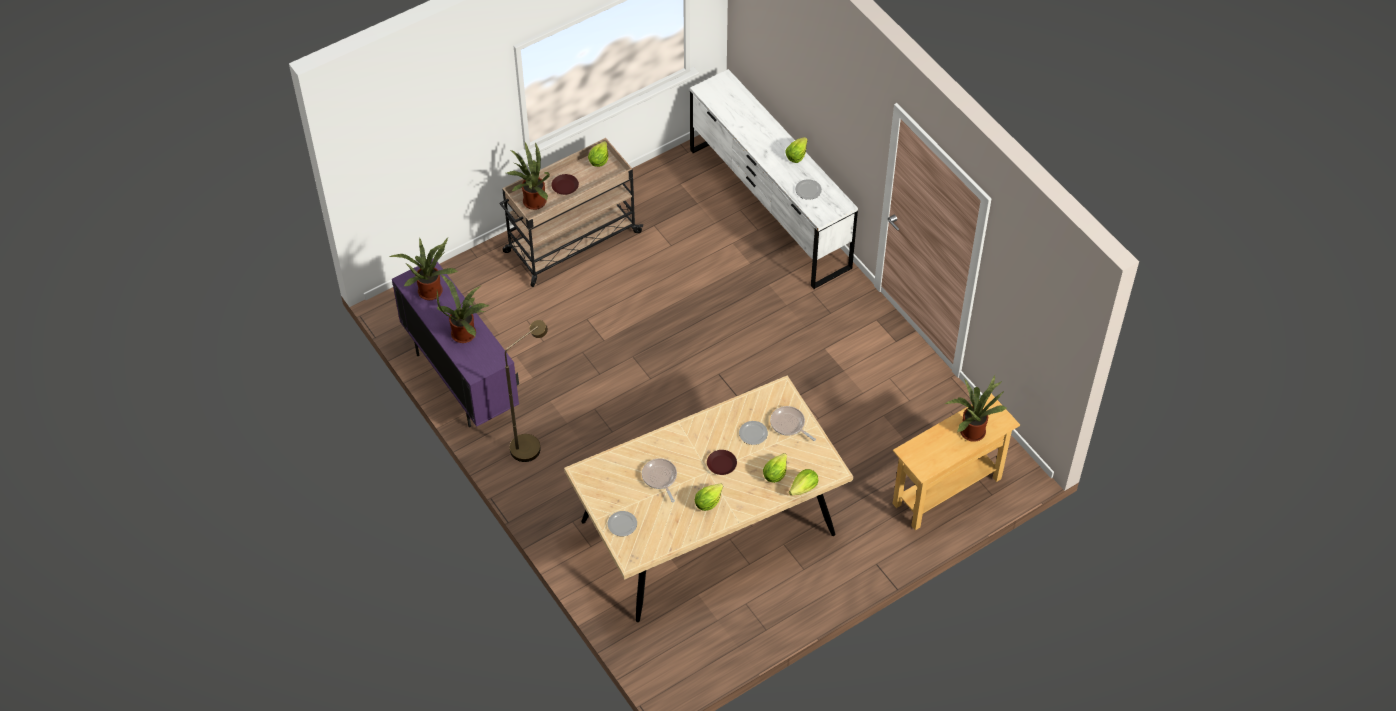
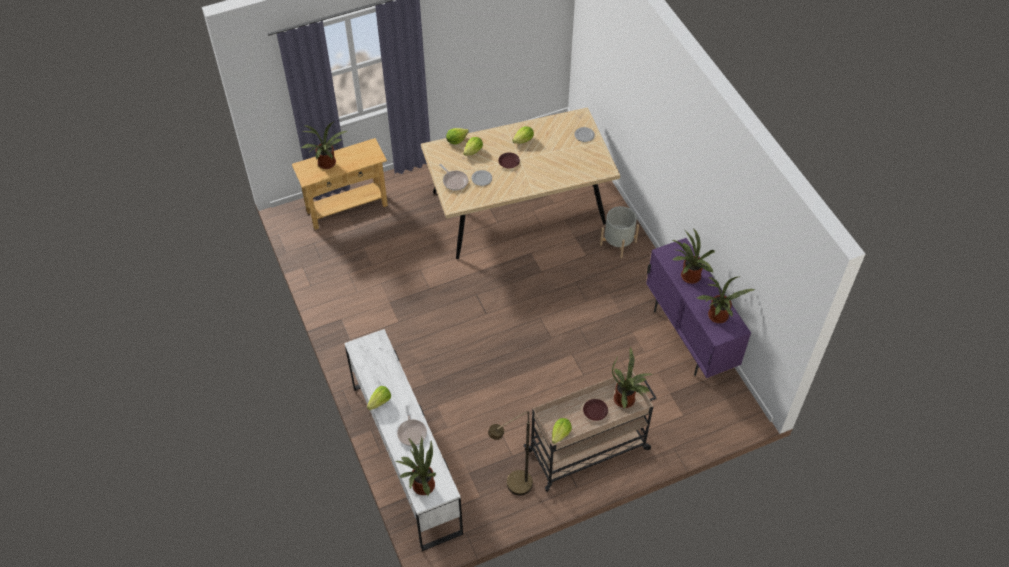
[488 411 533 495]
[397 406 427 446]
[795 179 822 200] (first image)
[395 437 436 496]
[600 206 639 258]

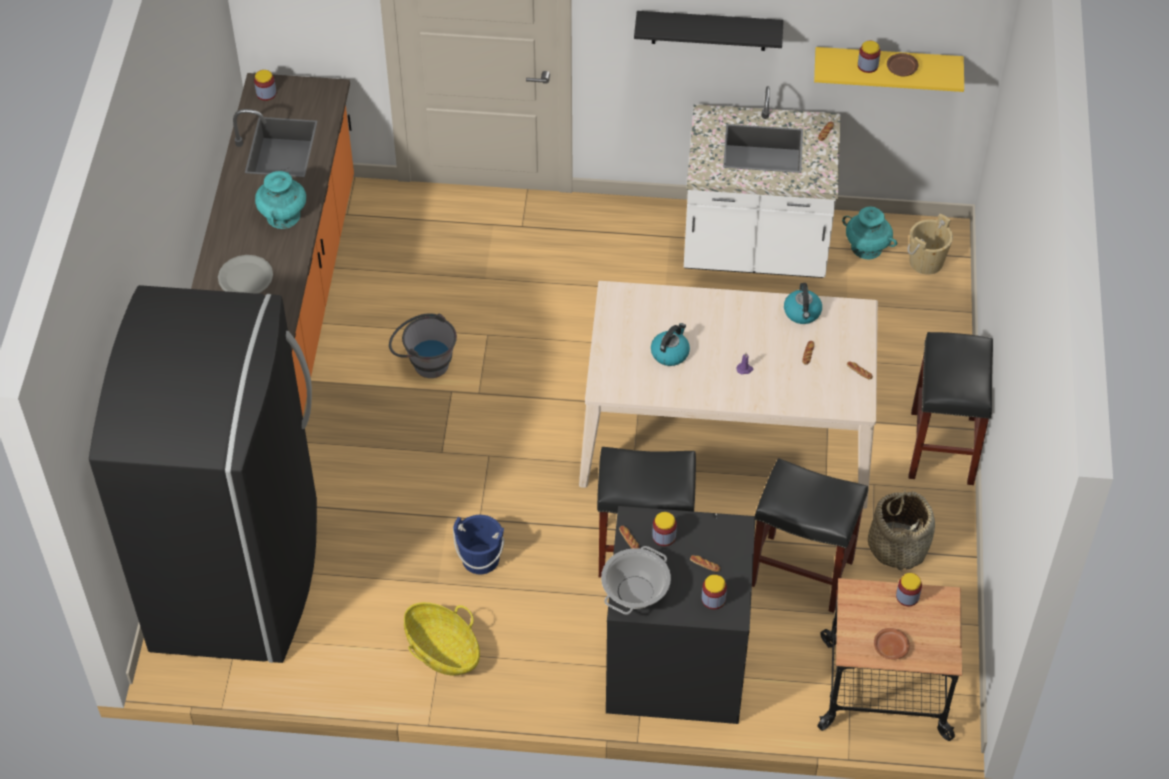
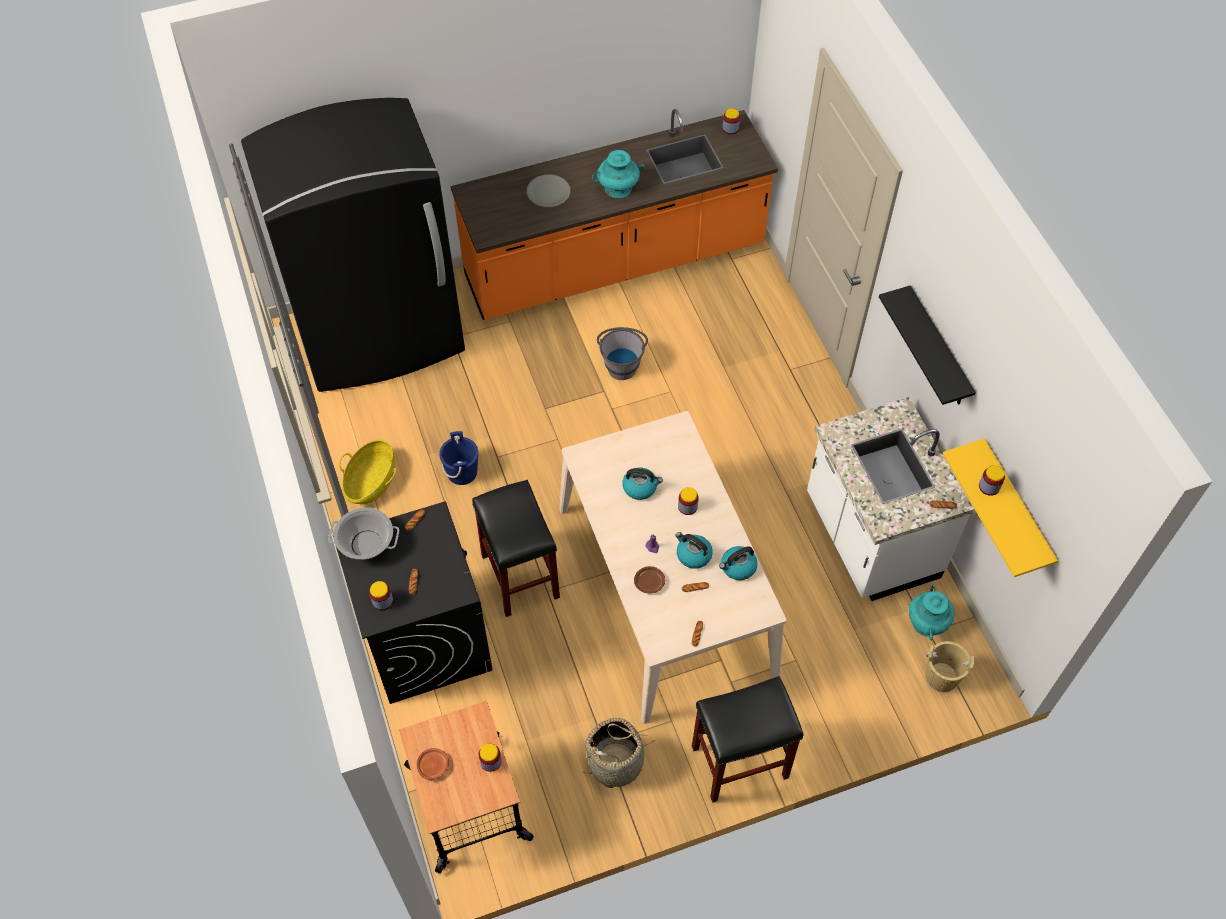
[678 487 699 515]
[752 458 868 613] (first image)
[634 566 665 594]
[675 532 713 569]

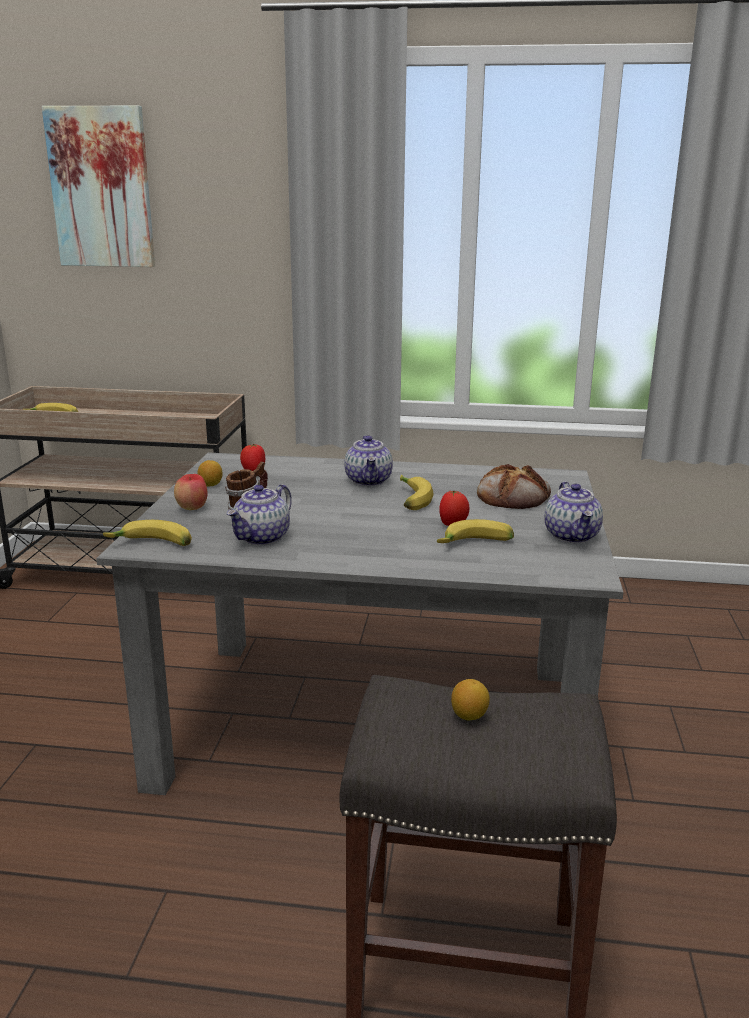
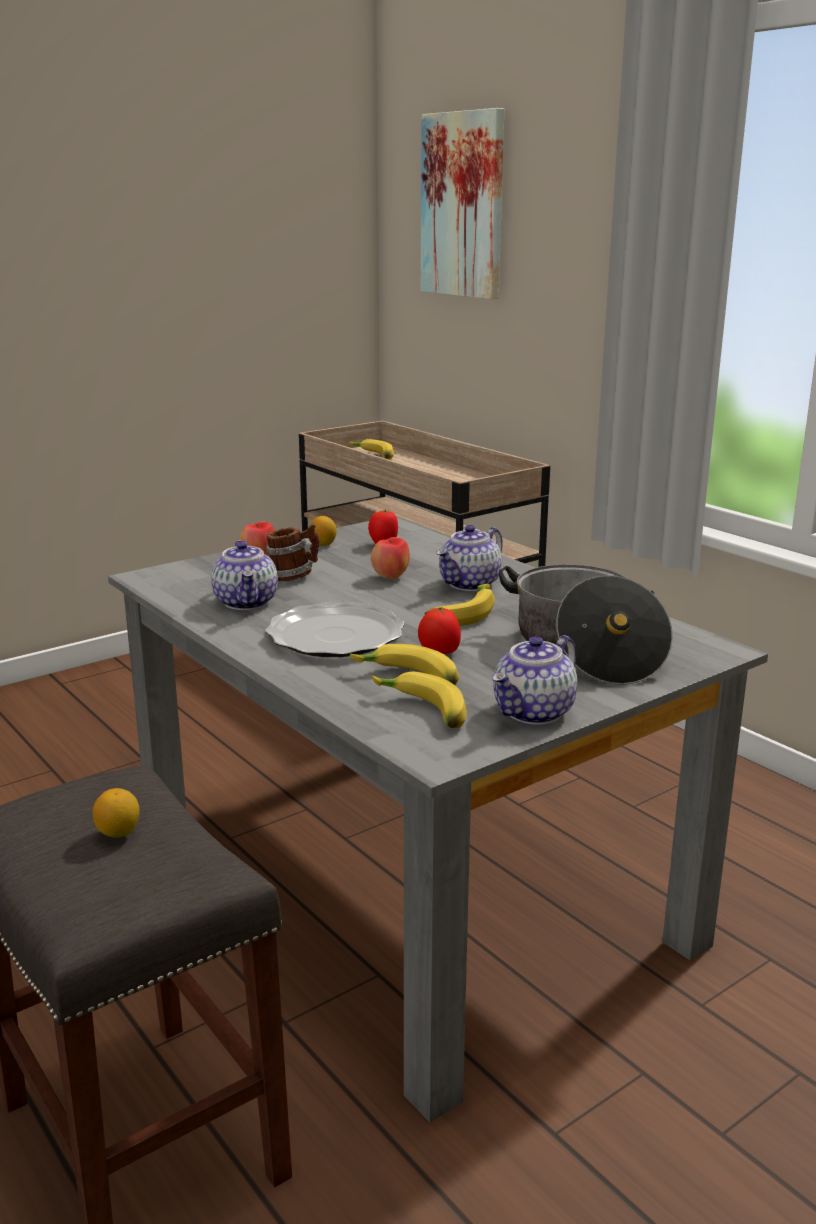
[372 672 467 728]
[211 541 278 610]
[499 564 673 685]
[265 602 405 657]
[371 537 410 579]

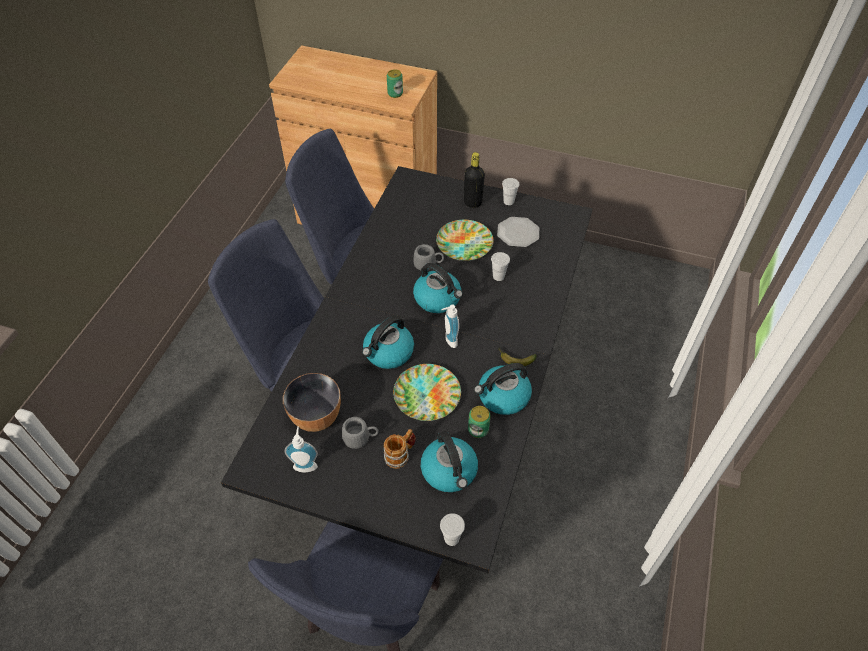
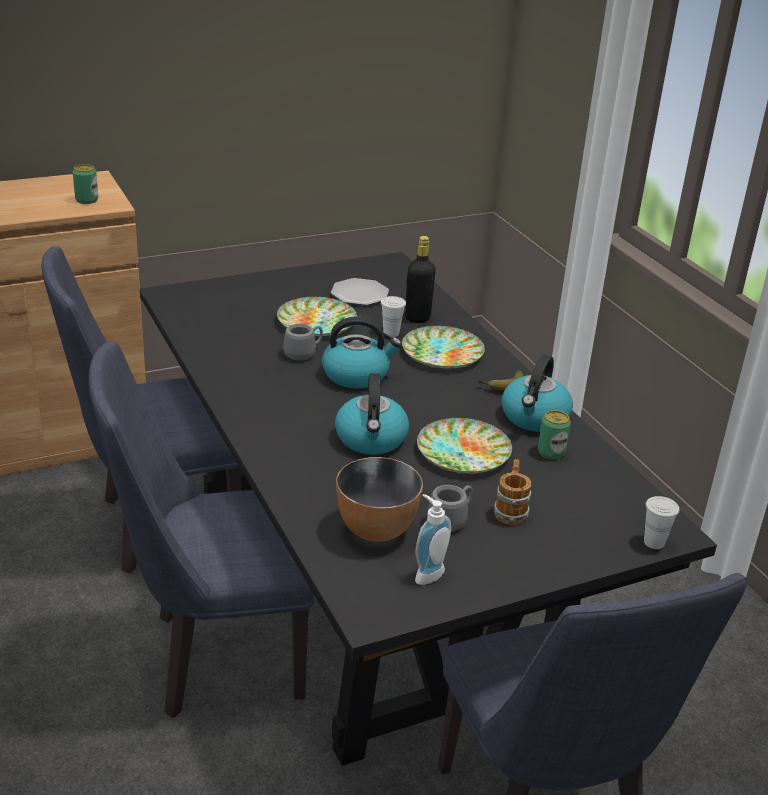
[421 431 478 492] (first image)
[441 305 459 348] (first image)
[405 236 436 323]
[502 178 520 205] (first image)
[402 326 485 368]

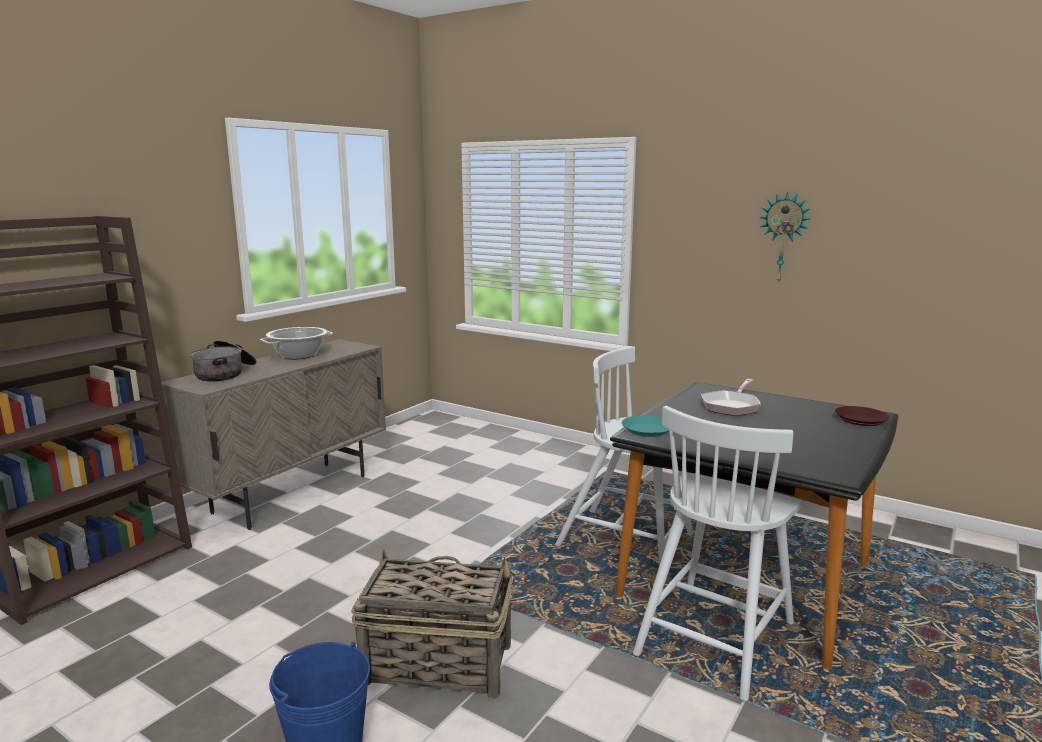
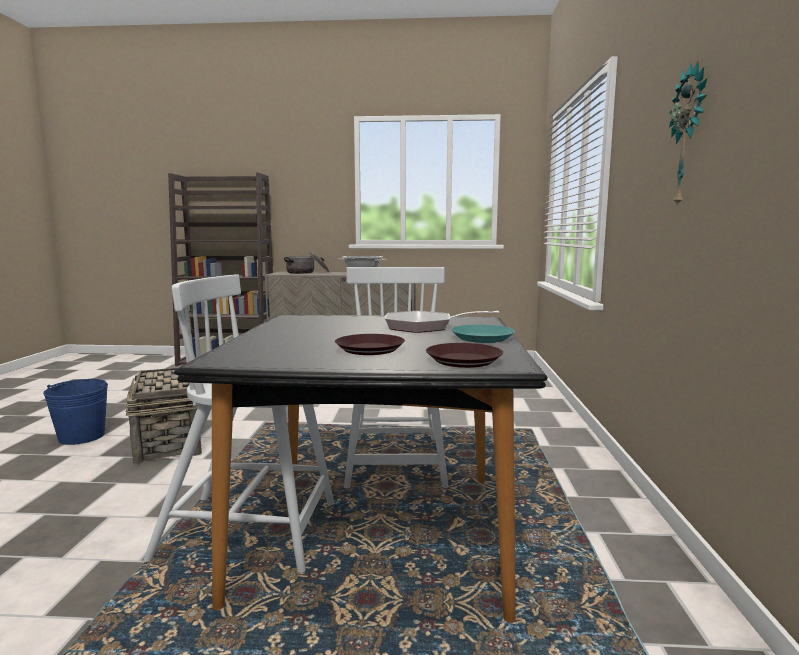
[451 325 515 343]
[335 334 405 355]

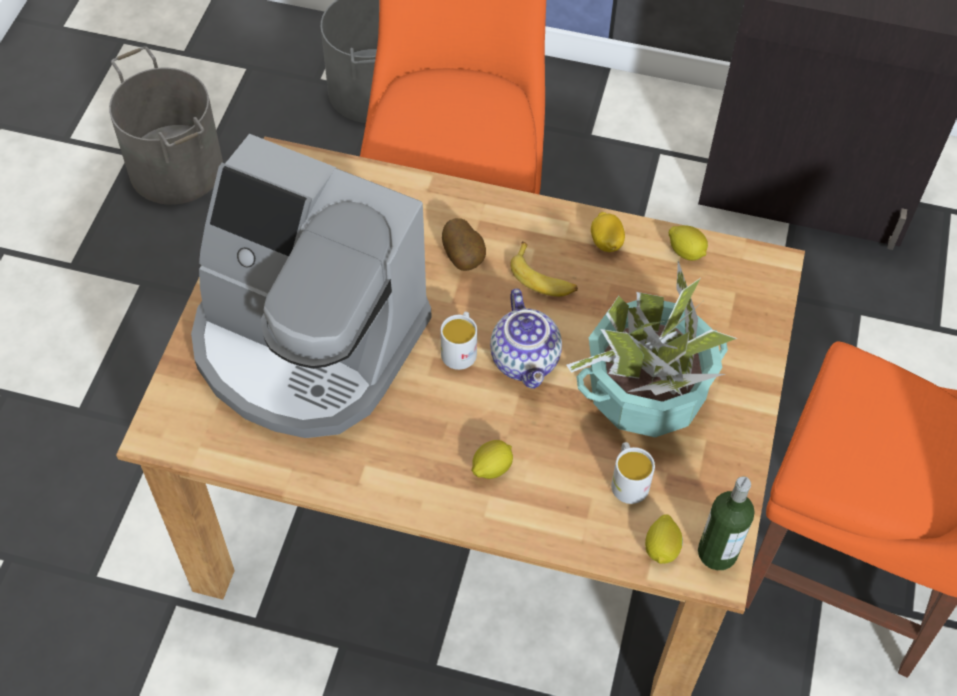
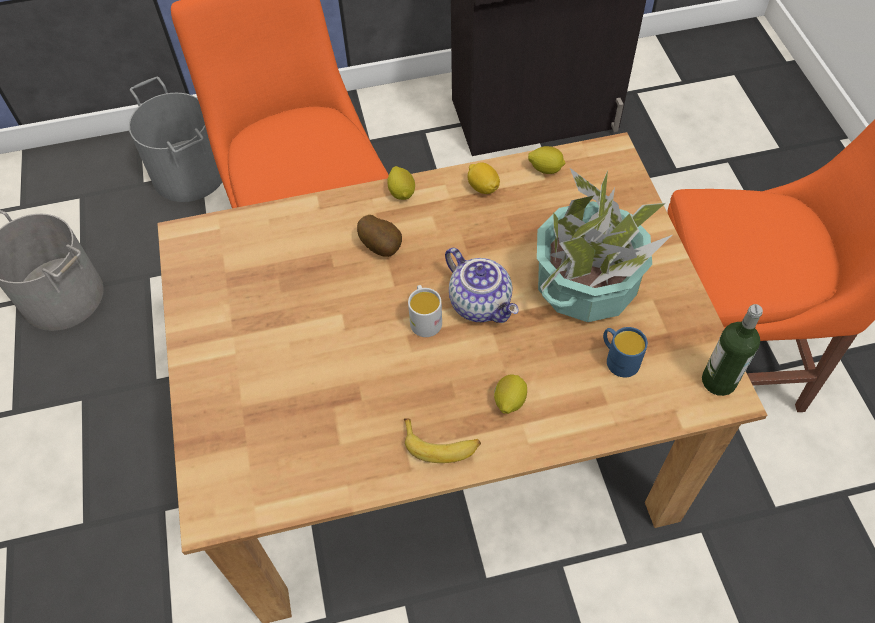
[191 134 432 438] (first image)
[404 418 481 463]
[603 327 648 377]
[387 166 415 200]

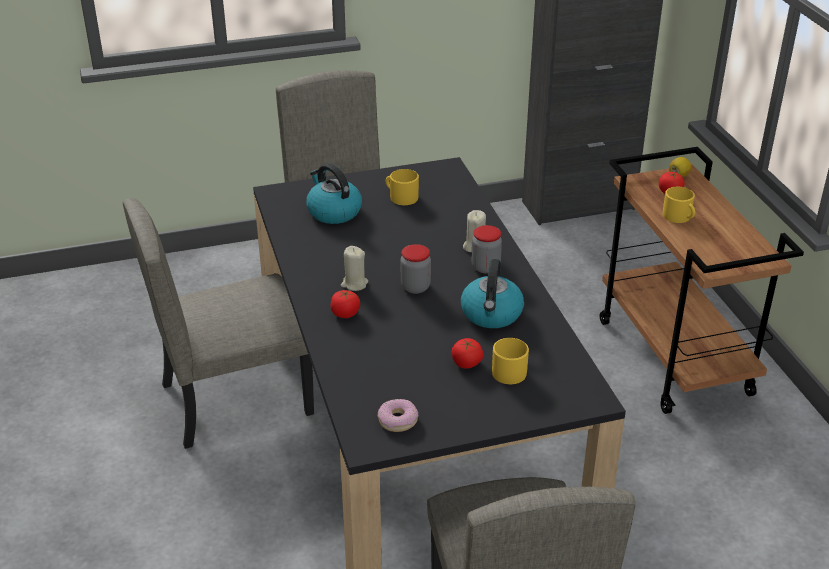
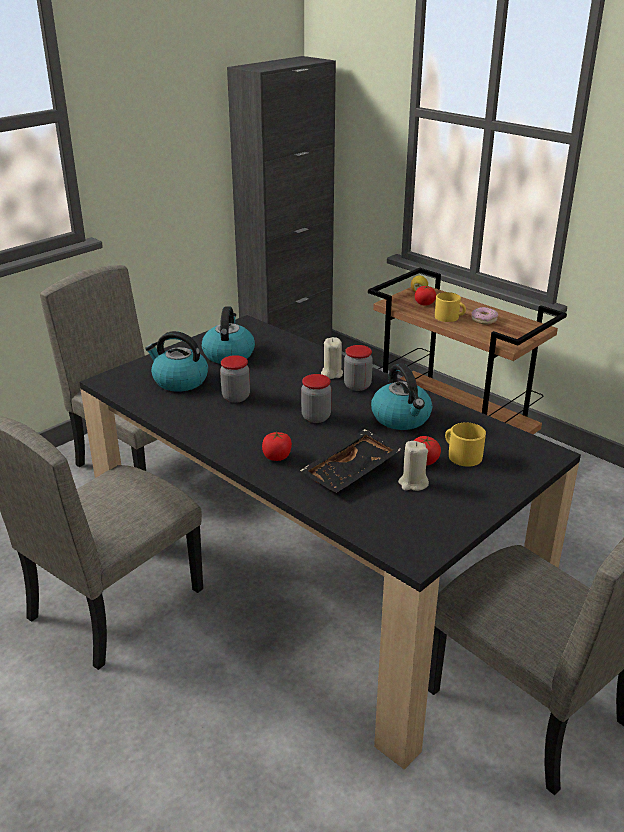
[398 441 429 491]
[471 307 498 324]
[202 306 255 364]
[220 355 250 403]
[300 429 401 493]

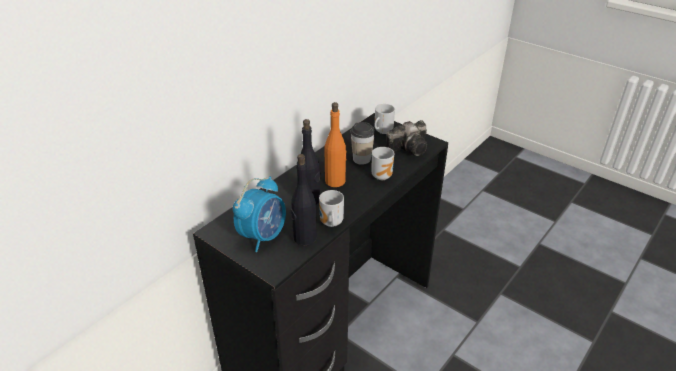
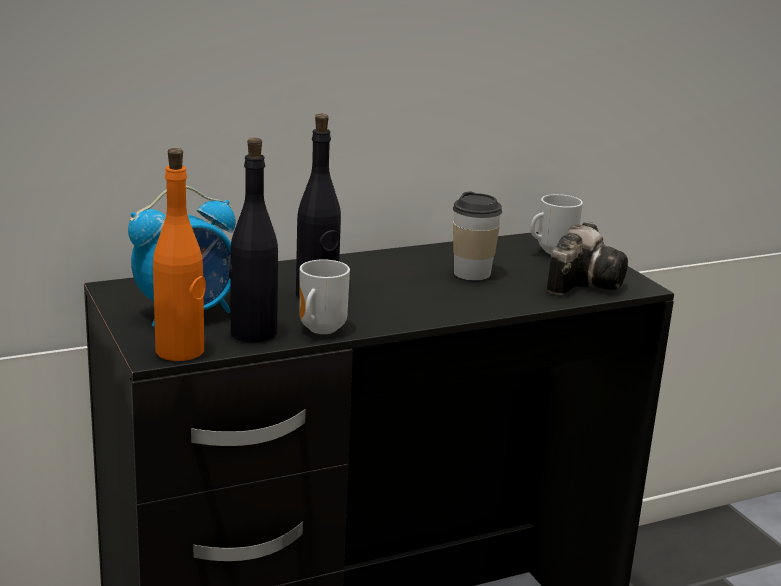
[153 148 206 361]
[371 147 394 180] (first image)
[547 222 628 295]

